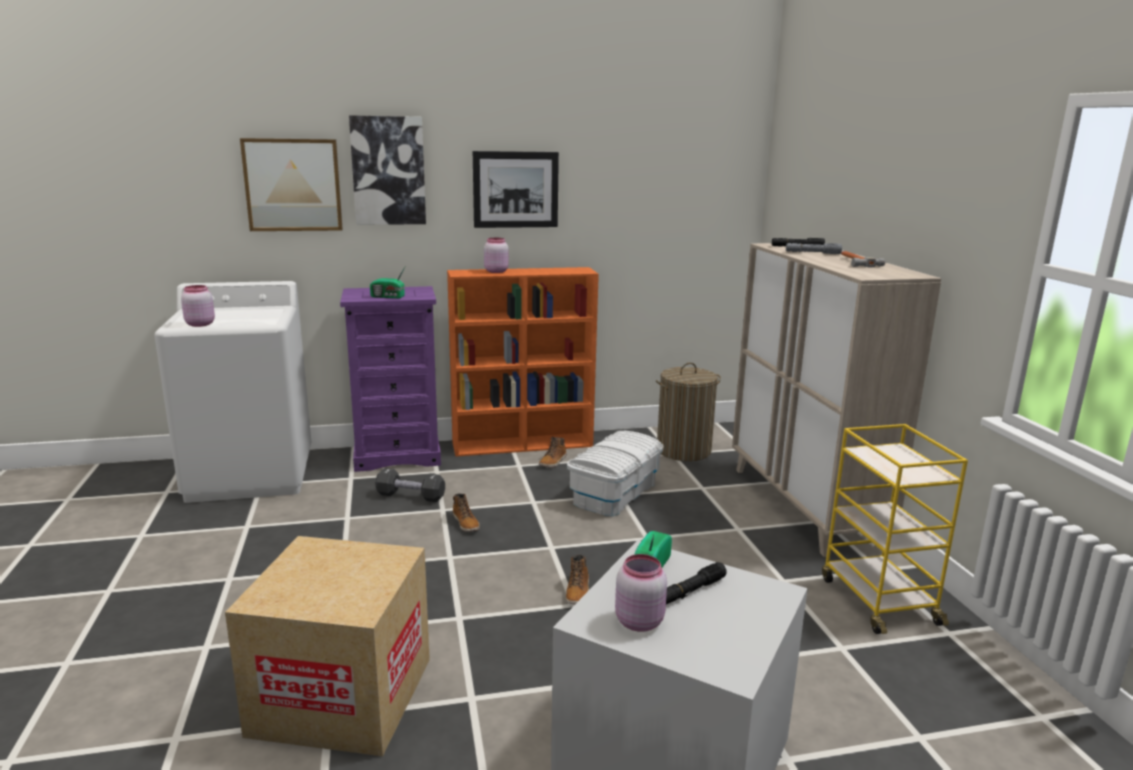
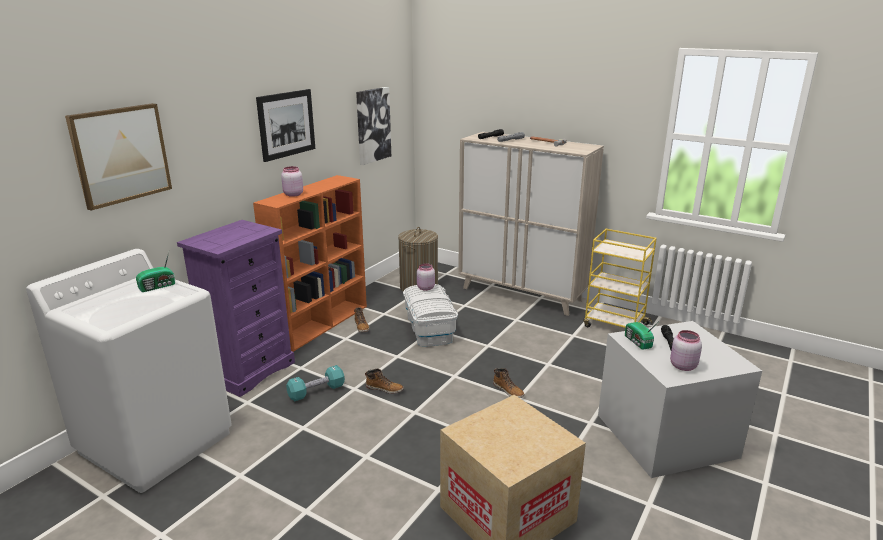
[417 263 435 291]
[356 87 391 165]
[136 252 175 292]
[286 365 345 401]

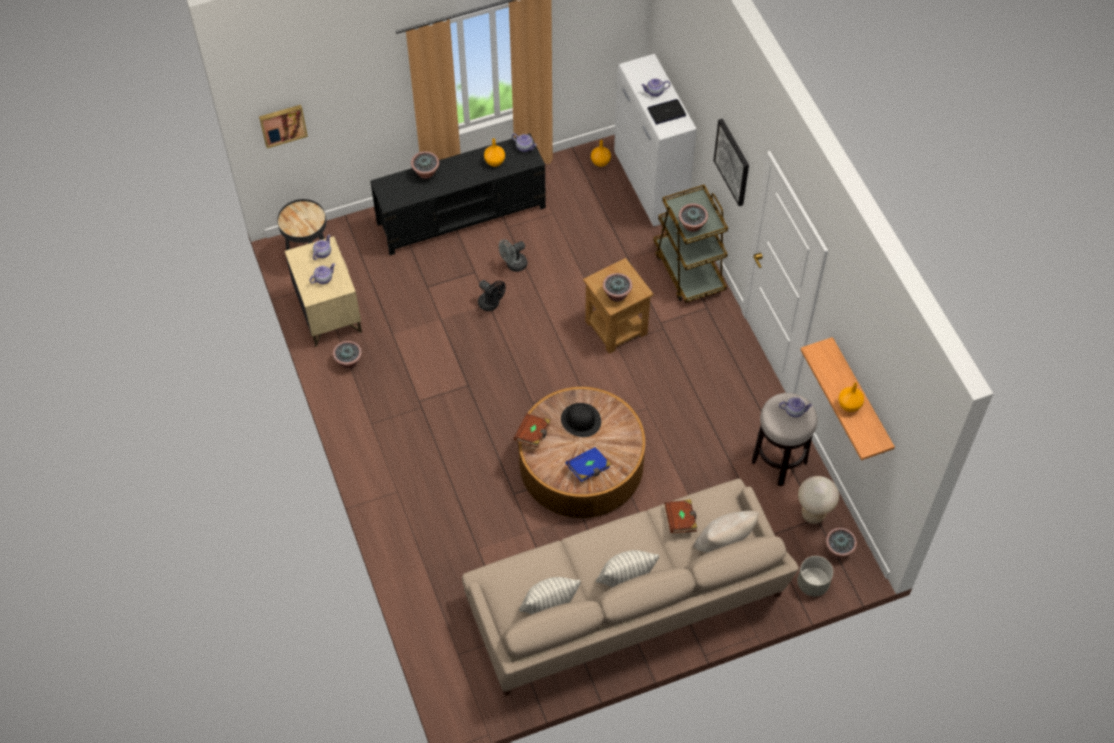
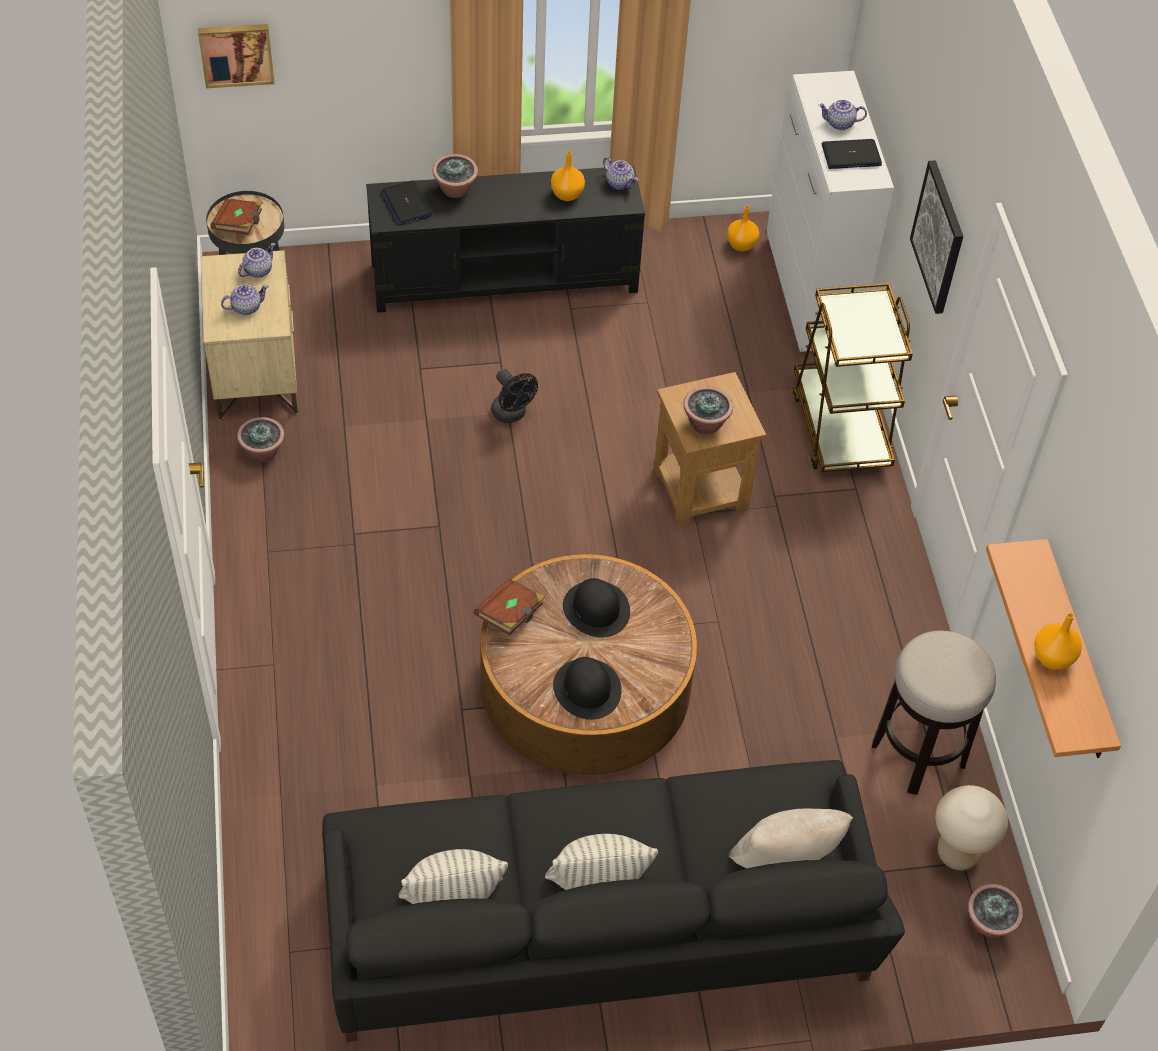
[322 760 905 1042]
[499 239 527 272] (first image)
[553 657 622 720]
[211 198 263 235]
[679 203 708 232] (first image)
[779 397 813 417] (first image)
[797 556 833 596] (first image)
[381 180 432 225]

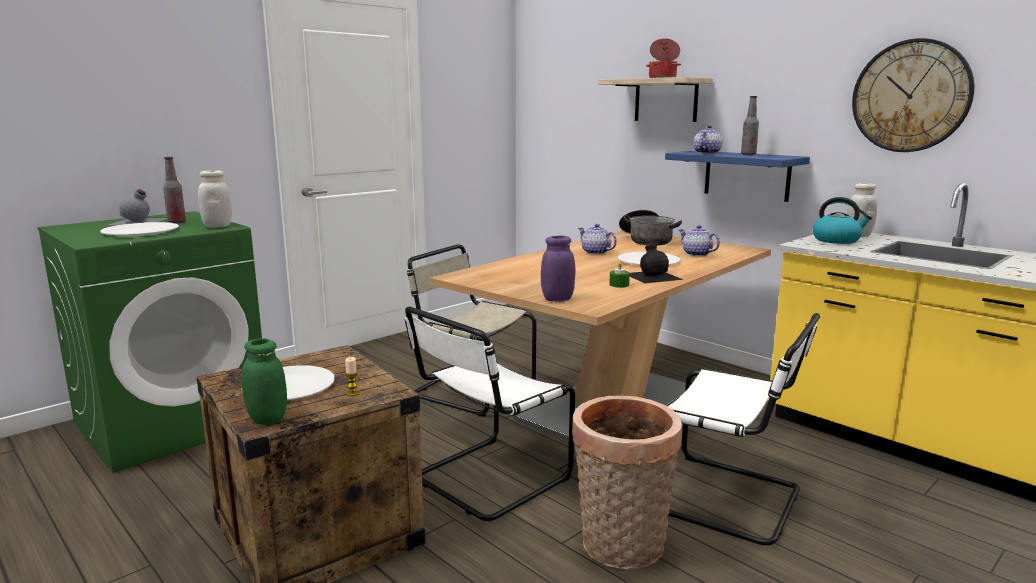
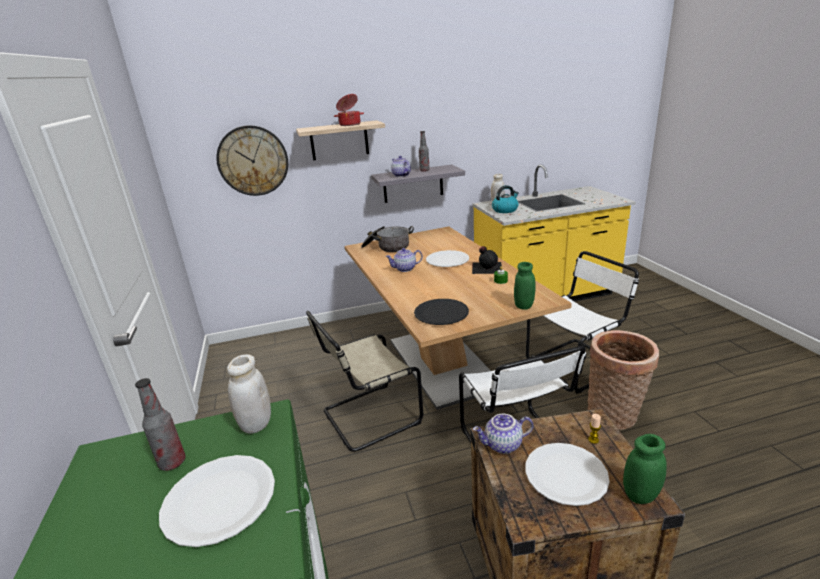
[109 189 167 225] (first image)
[514 262 536 310]
[371 165 465 203]
[473 414 533 454]
[216 125 288 196]
[414 299 469 325]

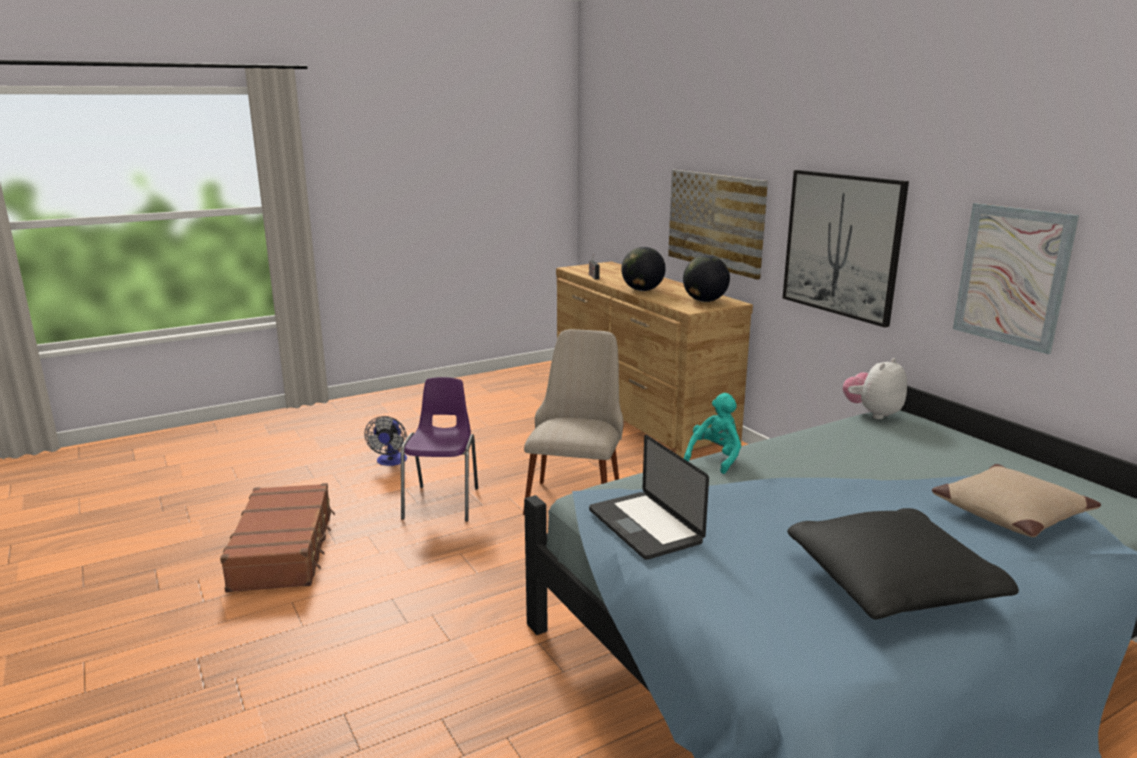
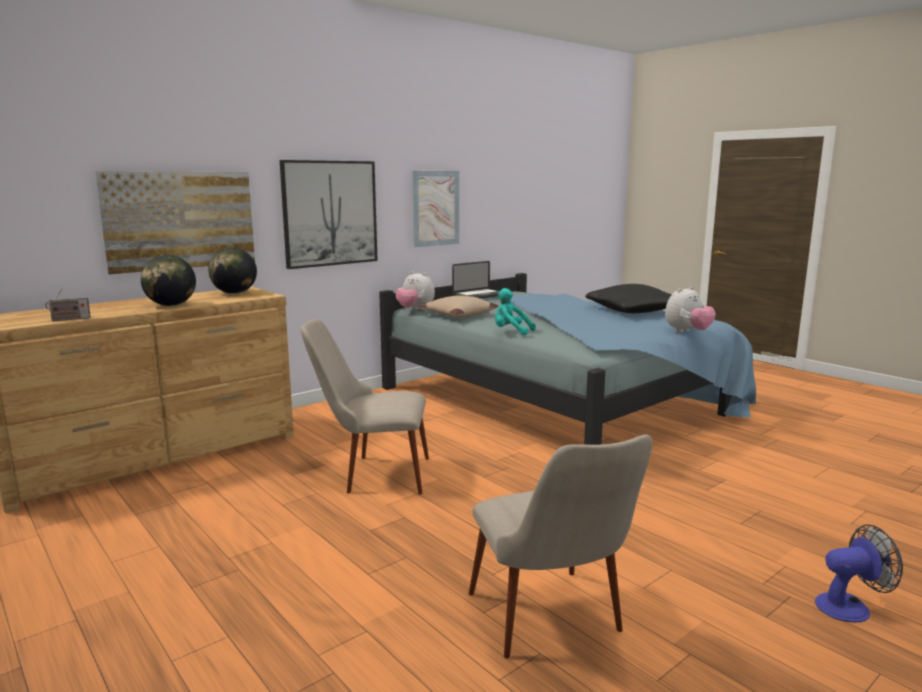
[469 435 652 659]
[815 524 903 622]
[401 377 478 522] (first image)
[452 261 500 299]
[418 295 499 318]
[665 286 716 333]

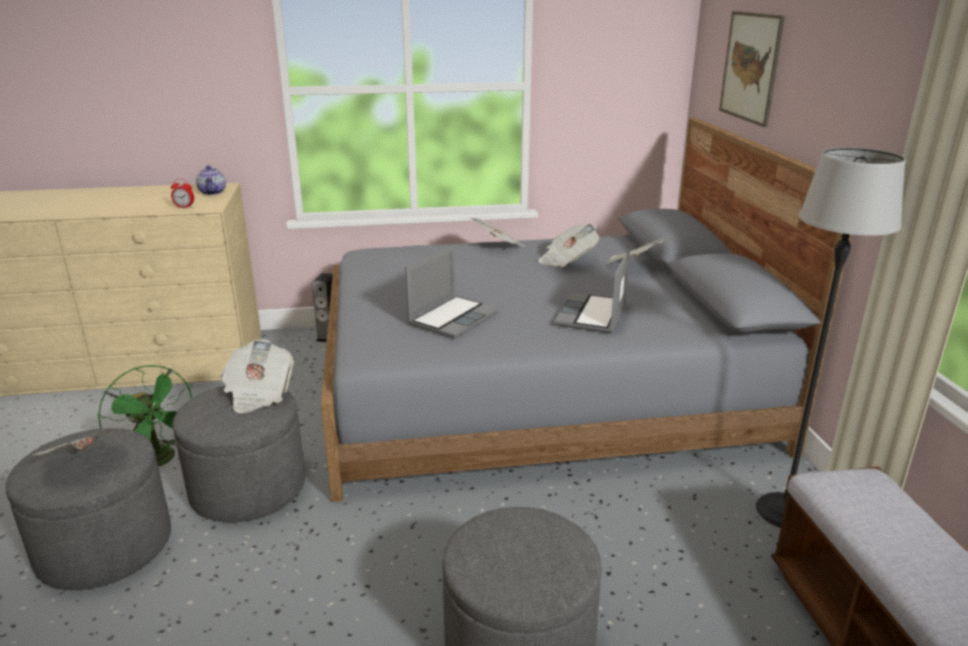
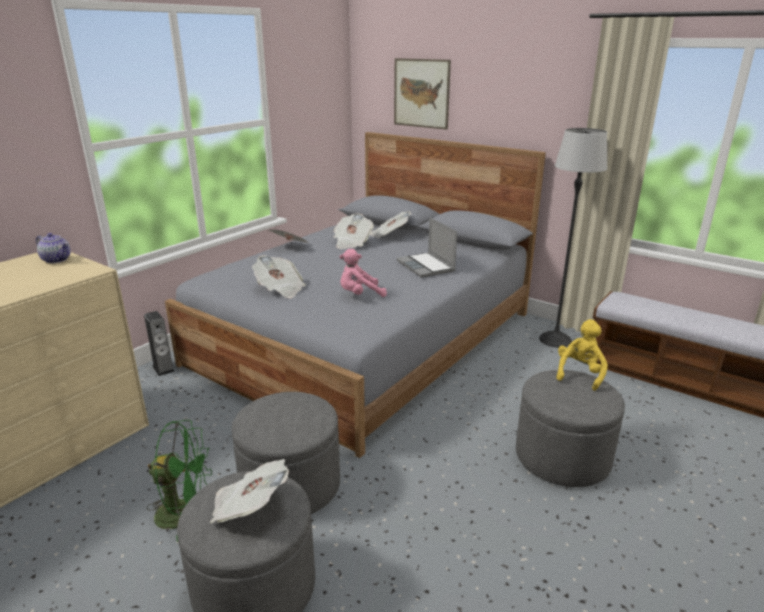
[171 179 194 208] (first image)
[252 255 306 298]
[340 249 387 297]
[556 319 608 391]

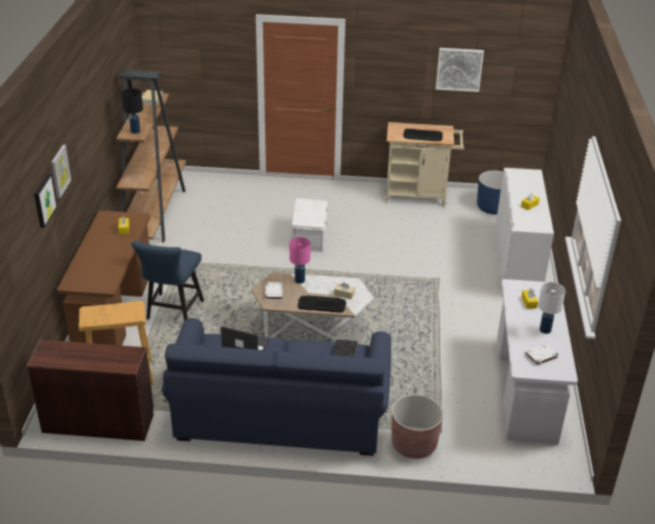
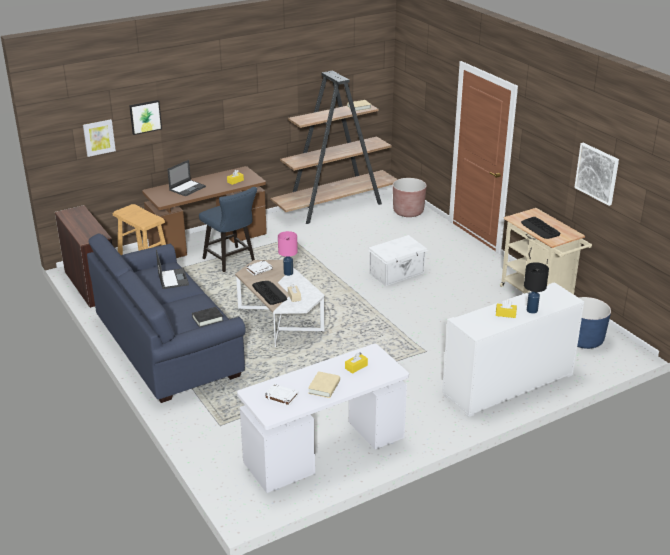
[83 119 116 157]
[524 262 549 314]
[199 187 257 272]
[393 178 427 217]
[308 371 340 398]
[167 160 206 196]

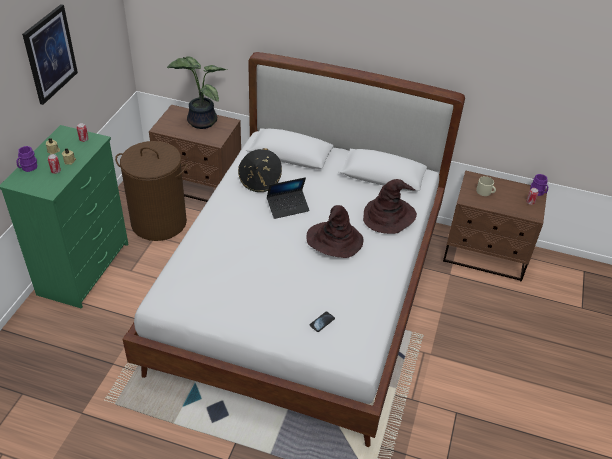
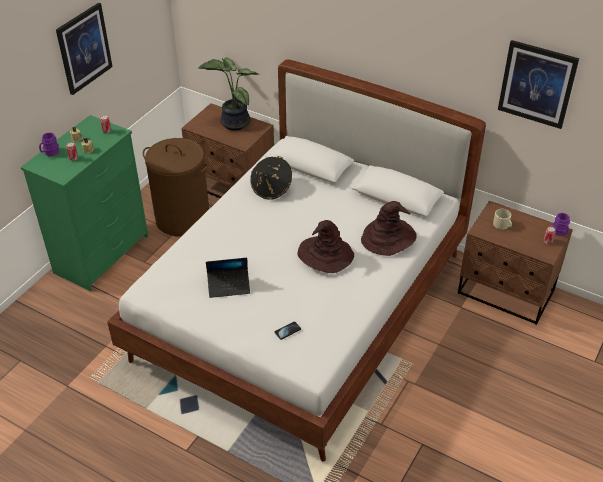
[206 258 250 298]
[498 40 579 129]

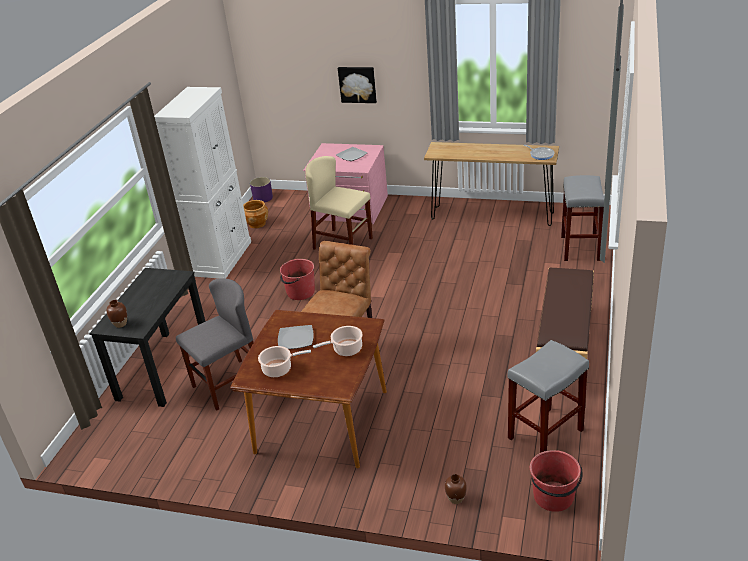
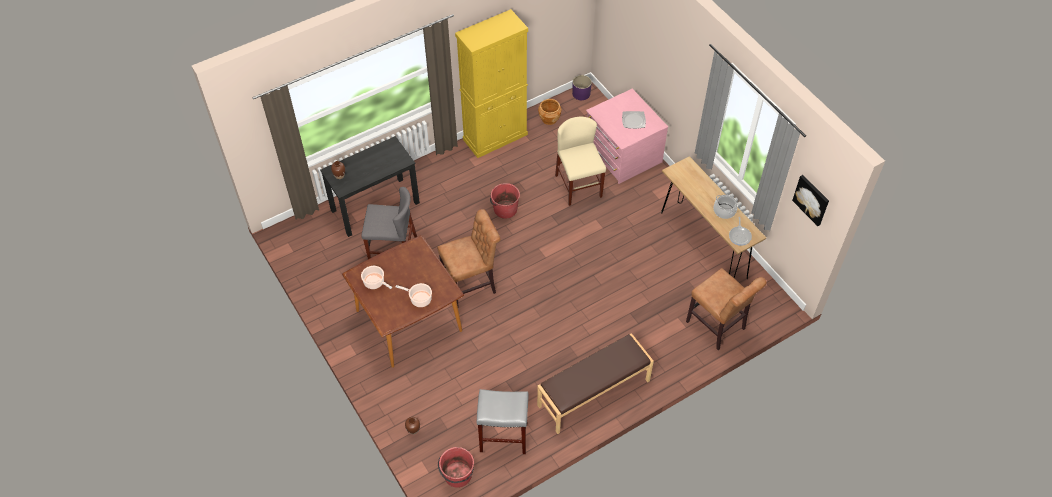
[455 9 528 158]
[278 325 314 349] (first image)
[792 175 829 226]
[686 268 767 350]
[713 195 737 219]

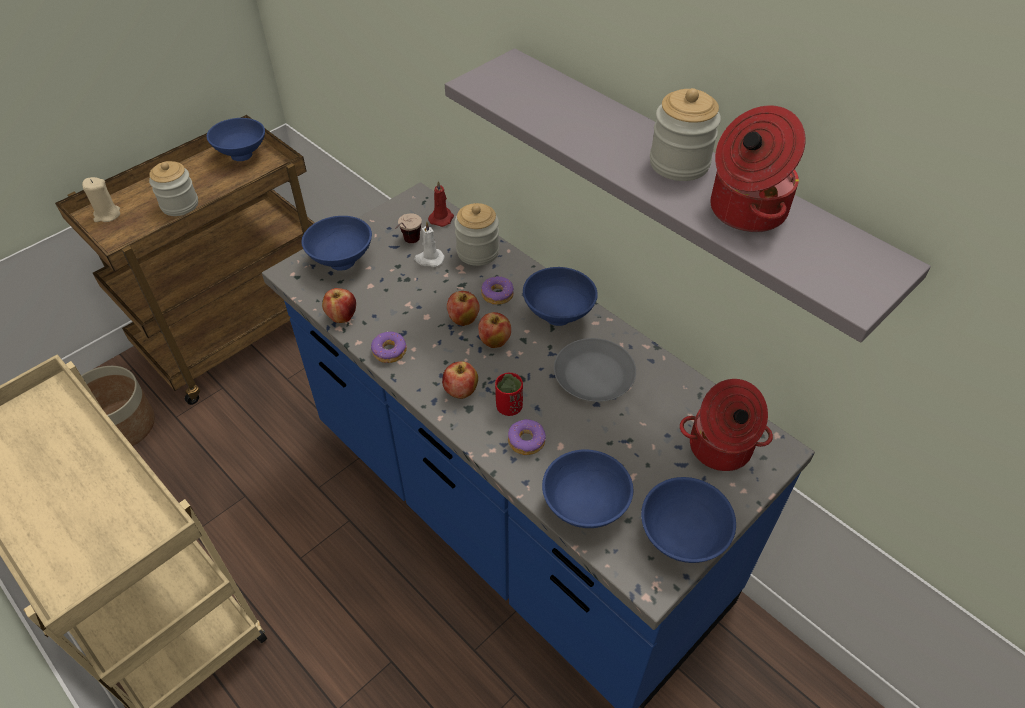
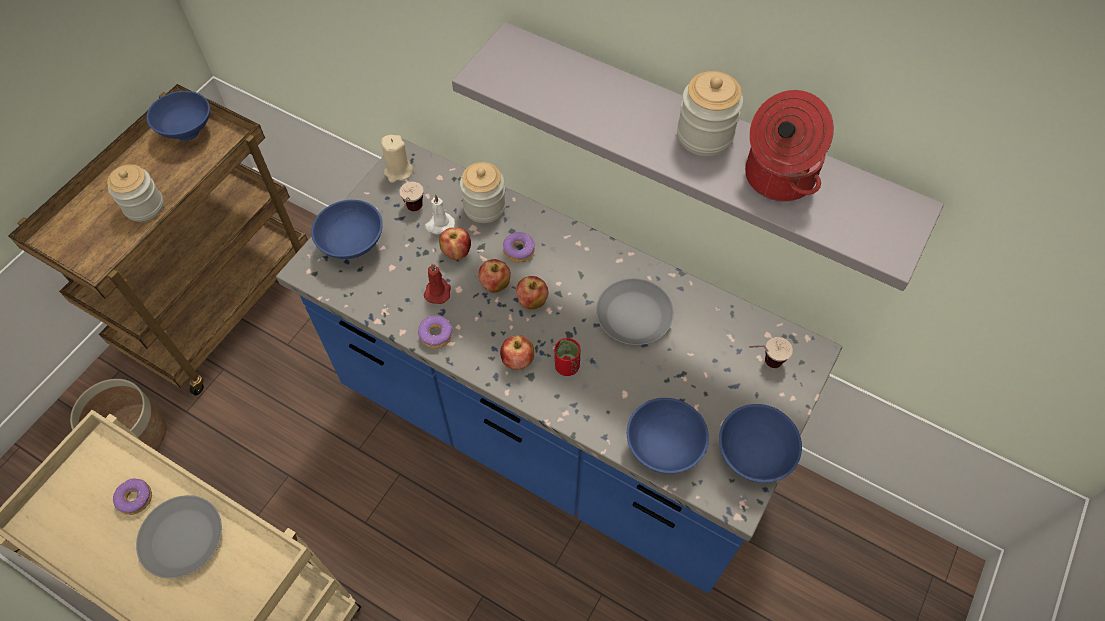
[381 135 414 183]
[439 227 471 260]
[424 264 451 304]
[113 478 152 515]
[523 267 598 326] (first image)
[749 337 793 368]
[136 495 222 578]

